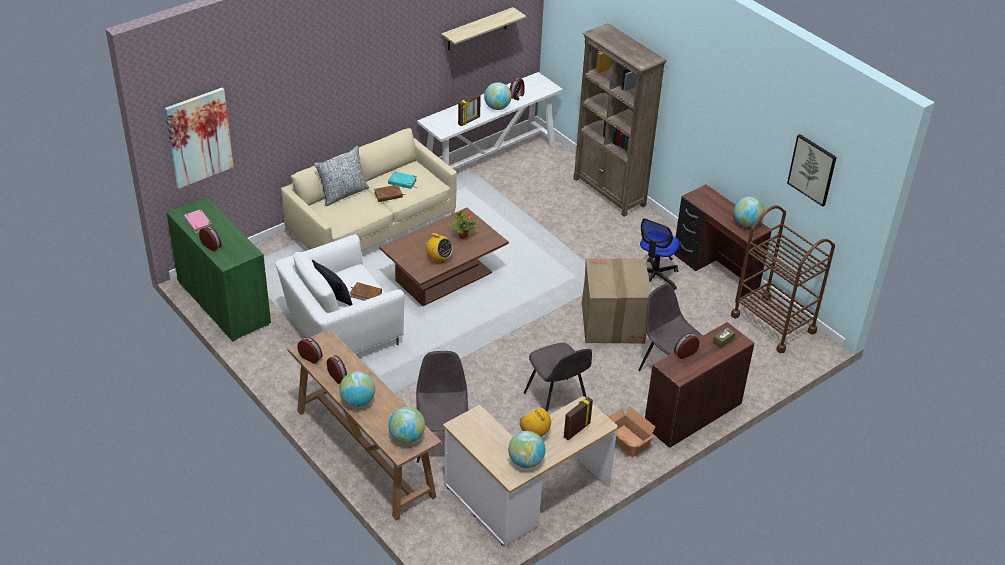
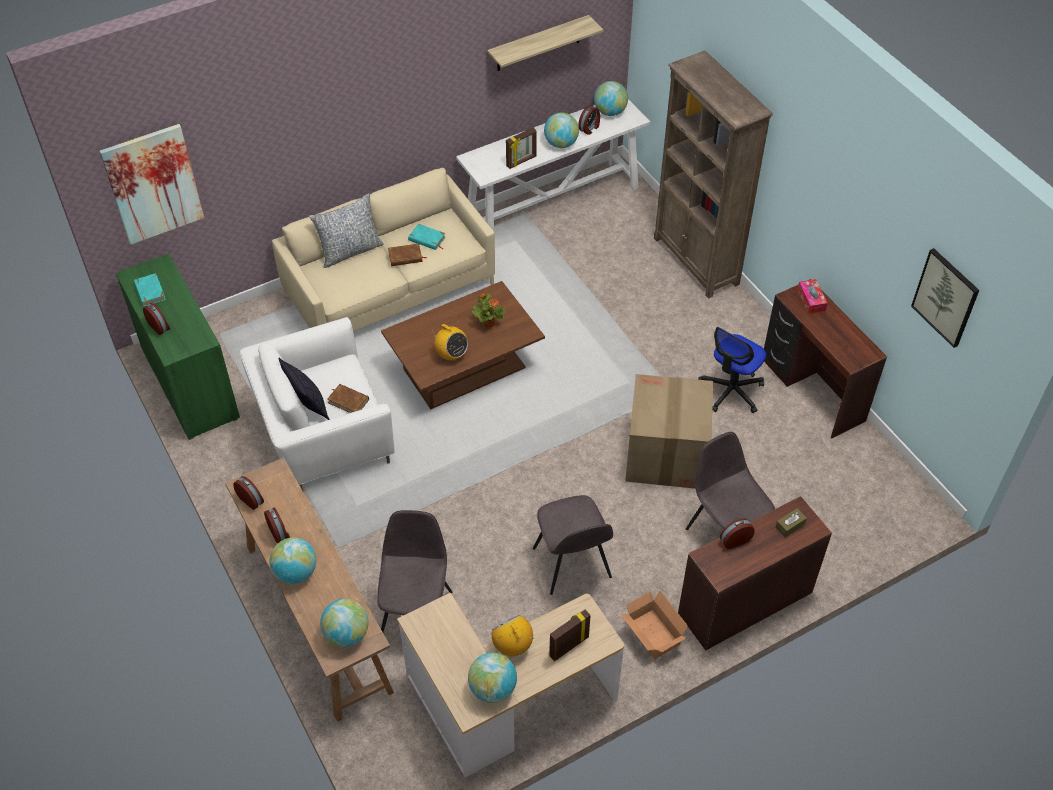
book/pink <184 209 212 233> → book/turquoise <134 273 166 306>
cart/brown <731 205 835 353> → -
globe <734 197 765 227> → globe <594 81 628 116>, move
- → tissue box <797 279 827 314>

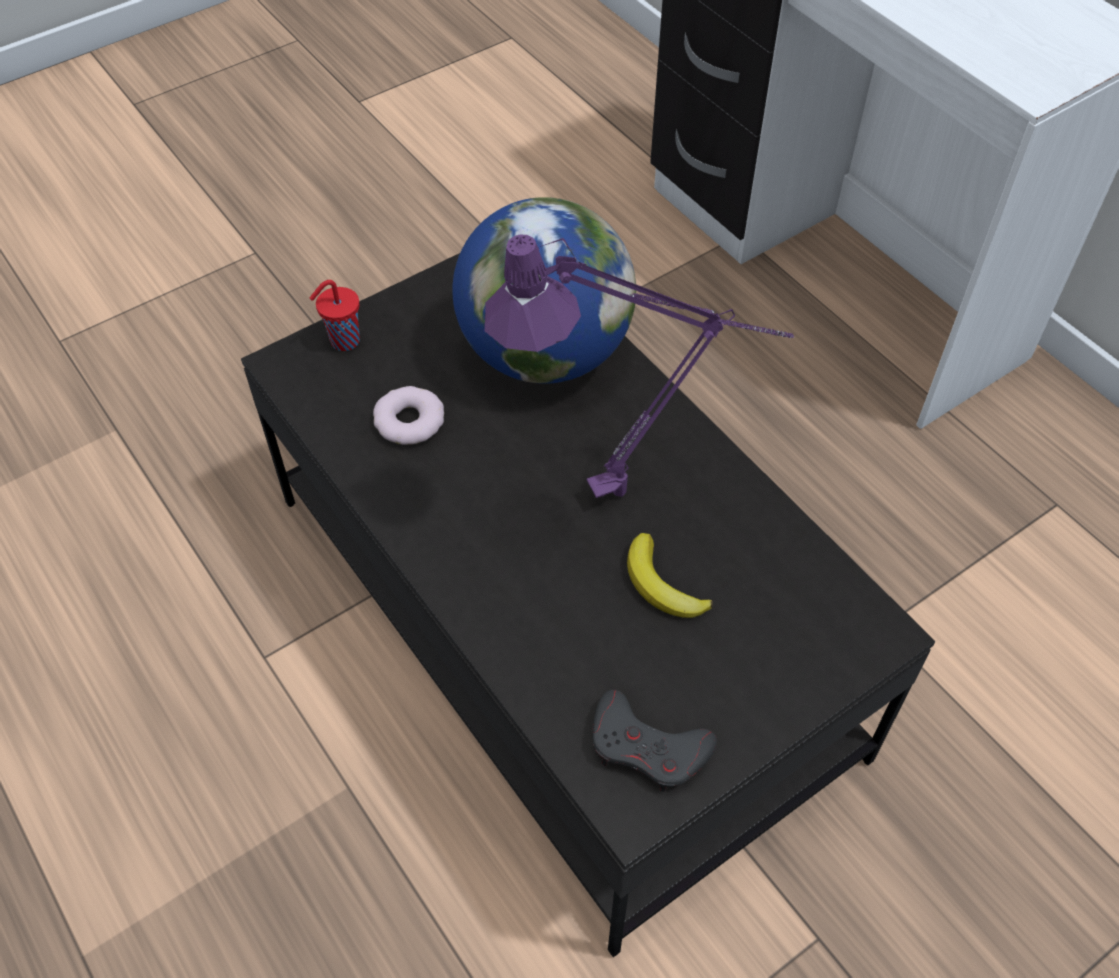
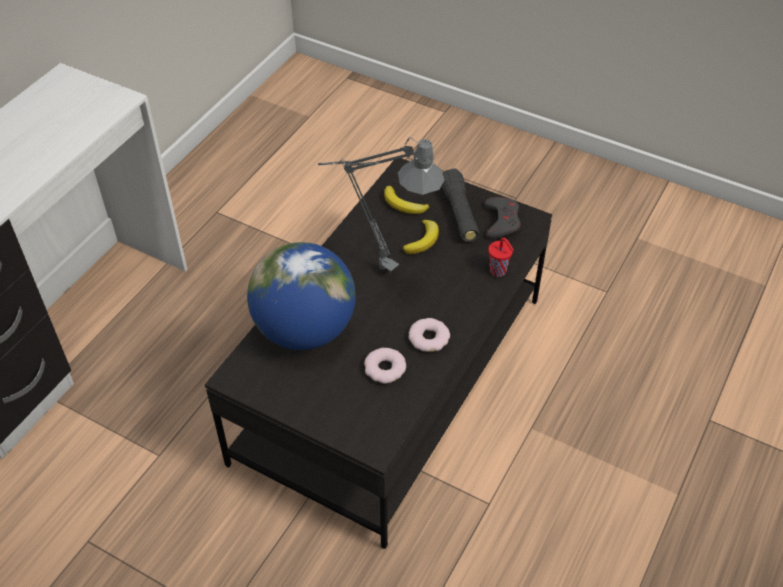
cup/red <310 280 360 351> → cup/red <488 238 514 277>, move
table lamp/purple <485 235 794 498> → table lamp/grey <318 137 445 272>
- → banana <384 186 429 214>
- → donut <409 318 450 352>
- → flashlight/black <442 168 479 242>

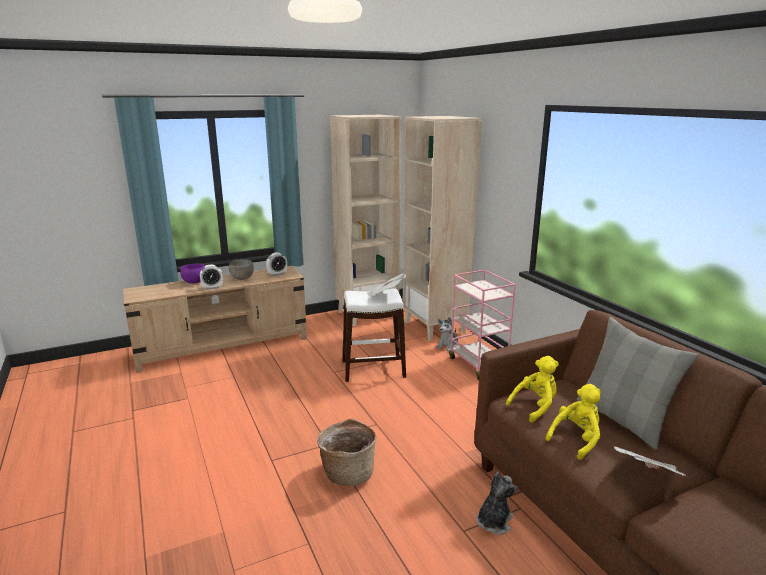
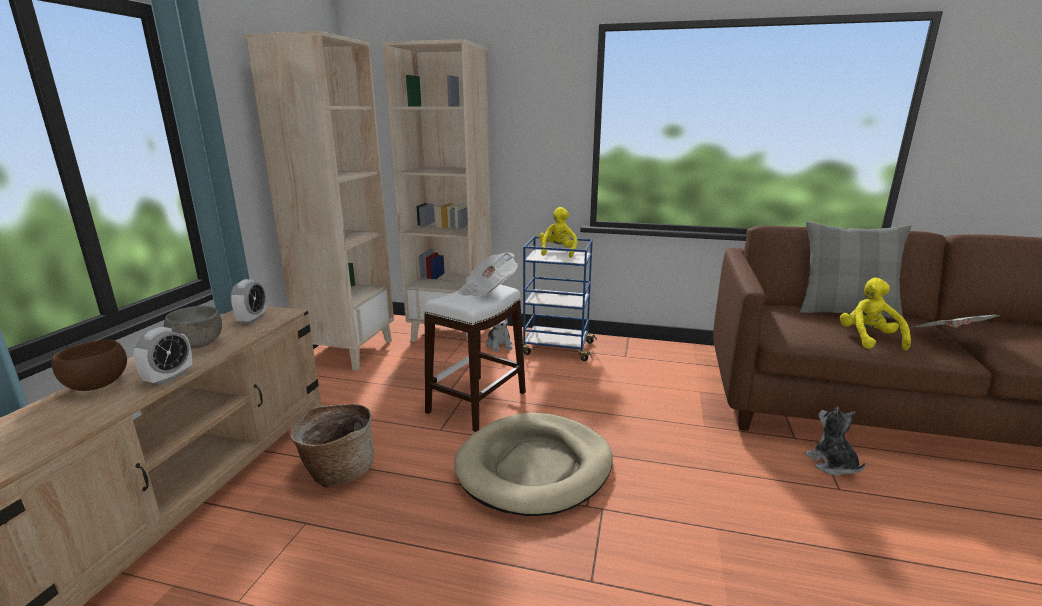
bowl/purple <180 264 205 284> → bowl/brown <51 340 127 391>
basket <317 419 376 486> → basket <290 404 374 488>, move
cart/pink <449 270 516 380> → cart/blue <523 236 597 361>
plush toy/yellow <506 356 559 423> → plush toy/yellow <539 207 577 258>, move
- → dog bed/beige <454 413 613 516>

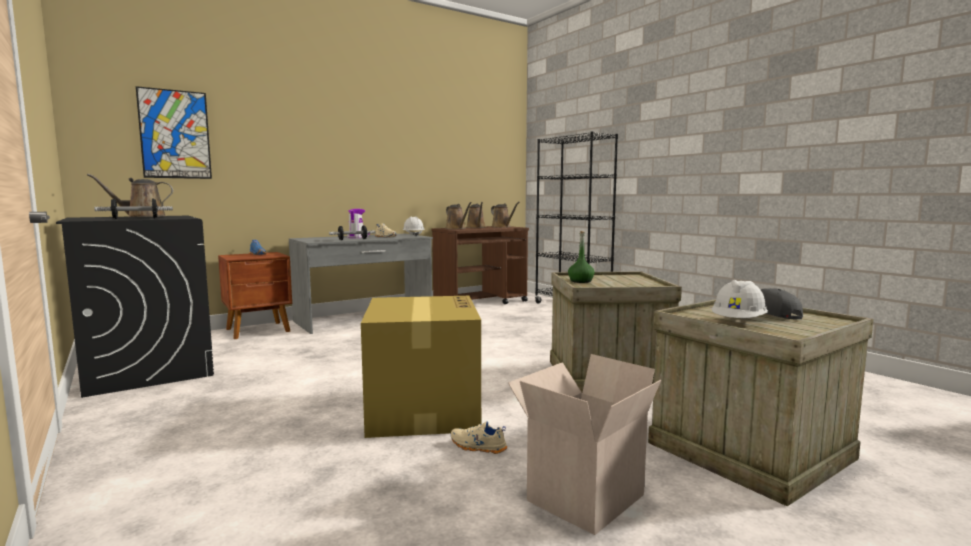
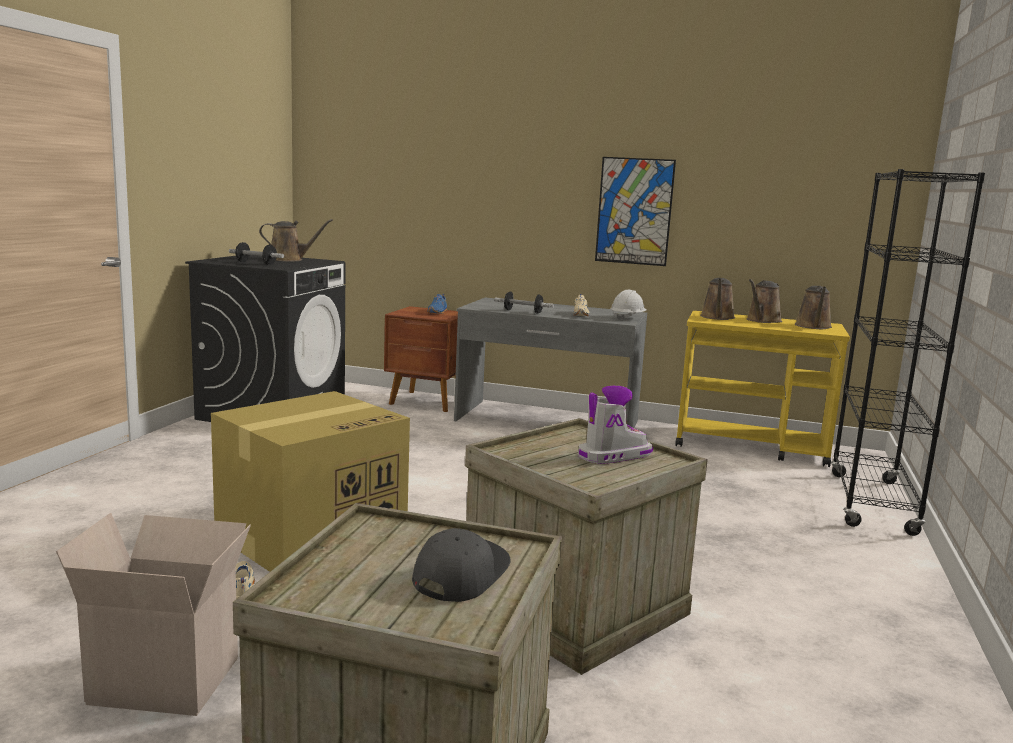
watering can/brown <87 174 173 217> → watering can/brown <259 219 333 261>, 150 degrees clockwise
picture <136 86 212 179> → picture <595 157 676 266>, move
boot <347 209 370 238> → boot <578 386 653 464>, move
cart/brown <432 226 529 304> → cart/yellow <675 311 850 467>
bottle/green <568 231 595 283> → -
hard hat/white <712 280 768 318> → -

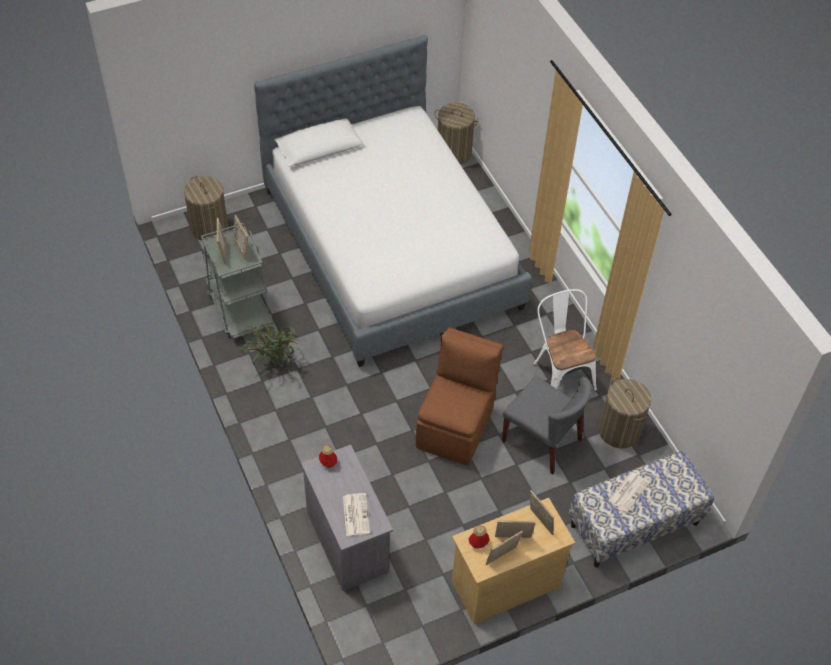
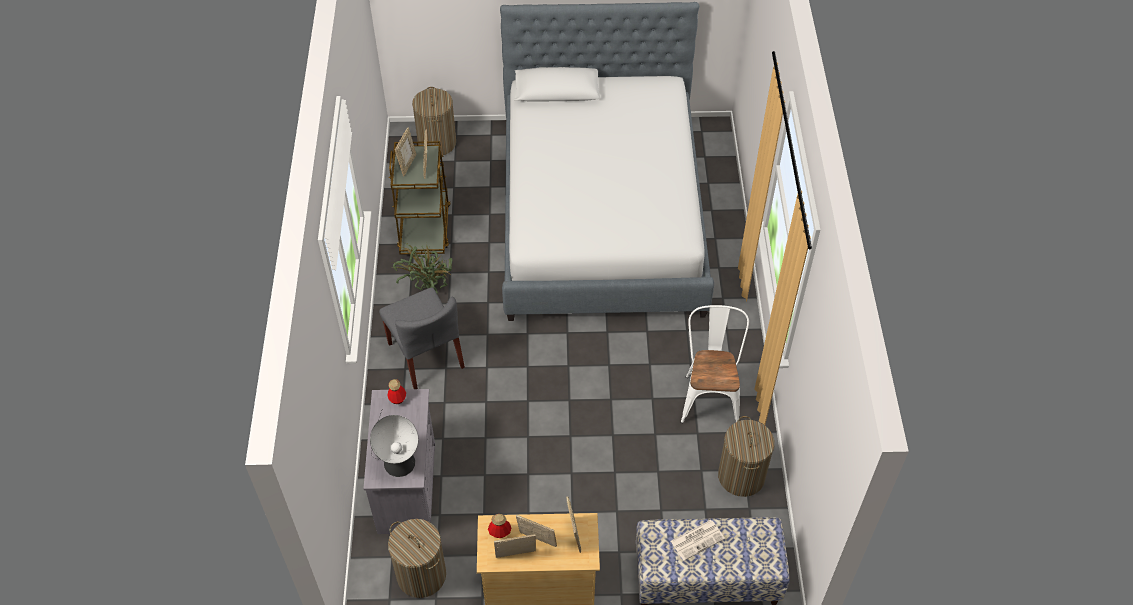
cart/grey <201 223 273 339> → cart/brown <389 141 451 255>
newspaper <343 493 370 536> → table lamp <370 408 418 477>
chair/brown <416 327 503 465> → -
laundry basket <434 103 478 165> → laundry basket <388 519 446 598>, move
chair/grey <502 376 592 474> → chair/grey <379 287 465 389>, move

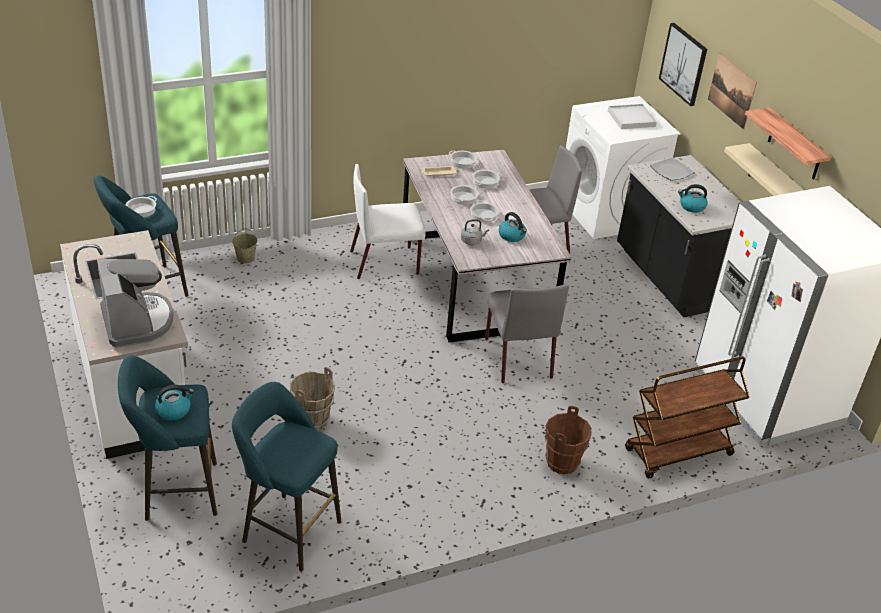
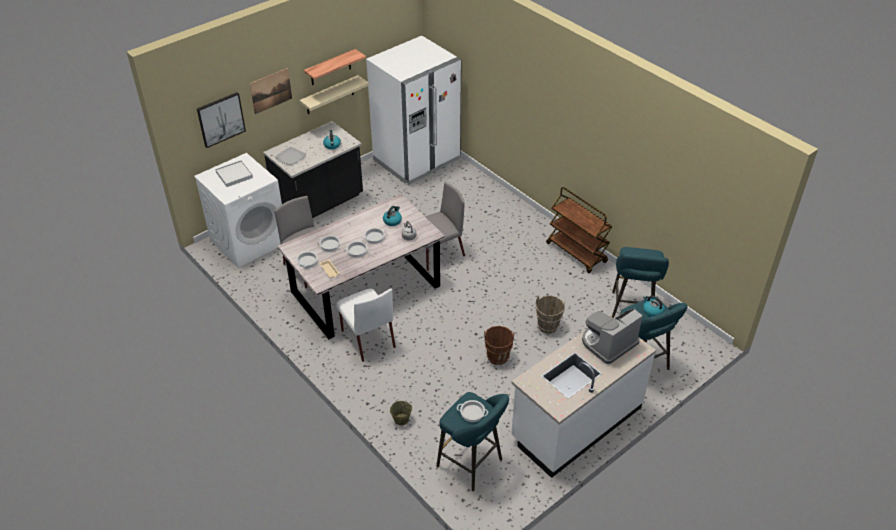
bucket/brown <544 406 592 474> → bucket/brown <484 326 514 365>, move
cart/brown <625 356 750 478> → cart/brown <546 187 612 273>, move

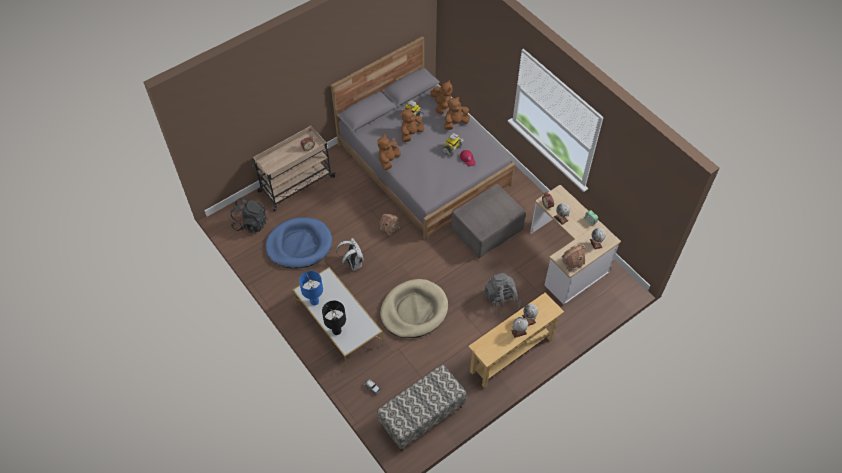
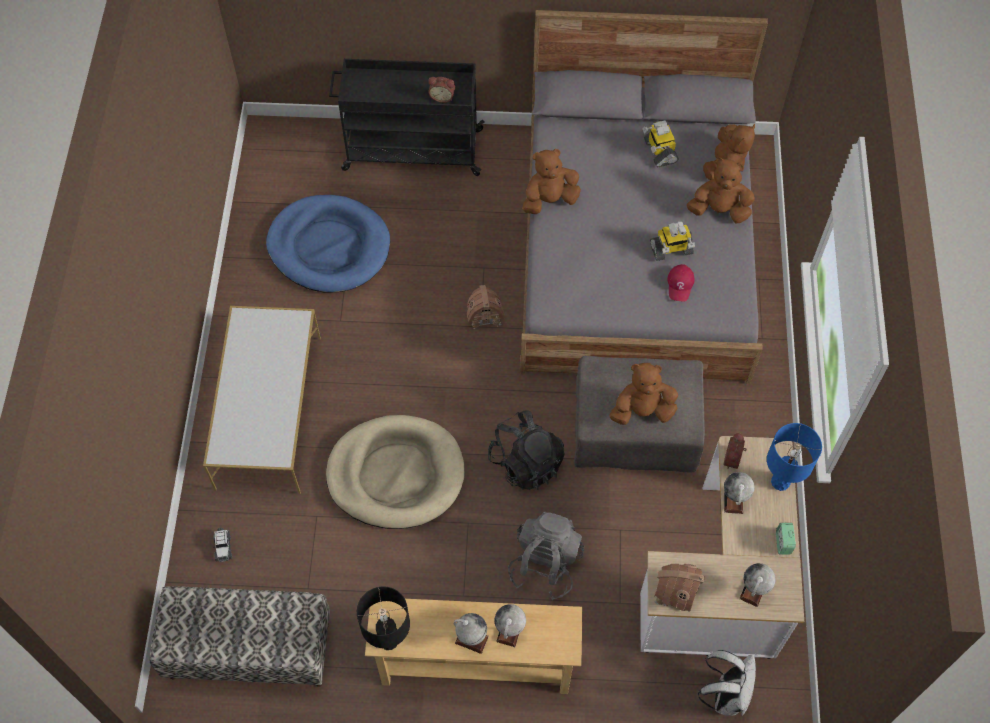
backpack/black <231 198 267 233> → backpack/black <488 410 565 490>, move
cart/beige <252 126 336 211> → cart/black <329 59 485 176>
table lamp/blue <299 271 323 305> → table lamp/blue <767 423 822 491>, move
table lamp/black <322 301 346 335> → table lamp/black <357 586 410 650>, move
backpack/white <336 238 364 271> → backpack/white <698 650 756 716>, move
plush toy/brown <401 107 424 142> → plush toy/brown <609 363 678 425>, move

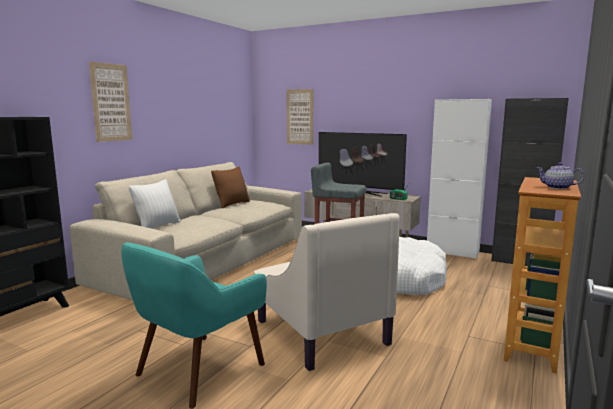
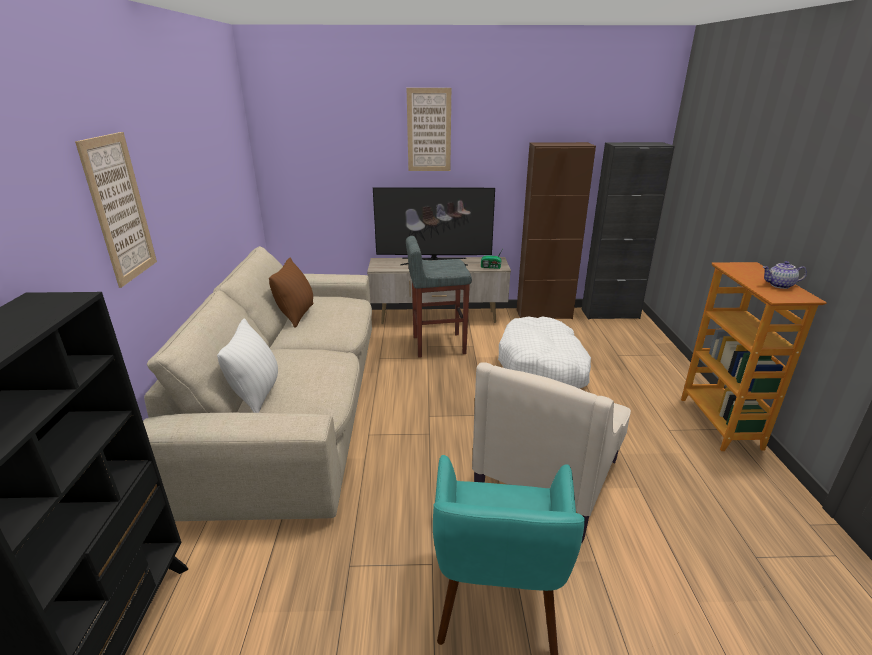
armchair/beige <254 213 400 371> → armchair/beige <472 362 631 543>, 90 degrees clockwise
picture <286 89 313 145> → picture <407 88 451 171>, move
cabinet/white <427 99 492 259> → cabinet/brown <517 142 596 319>

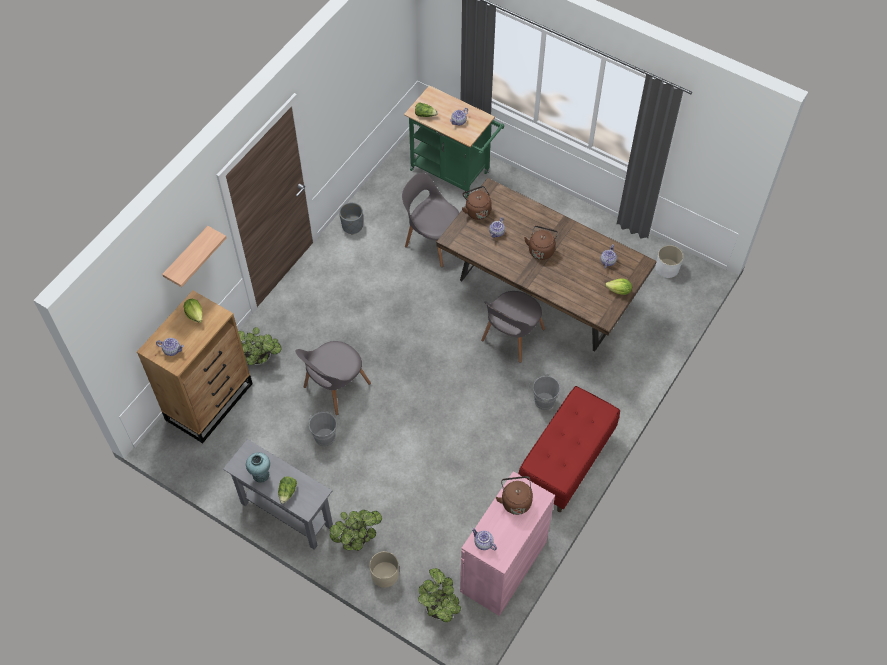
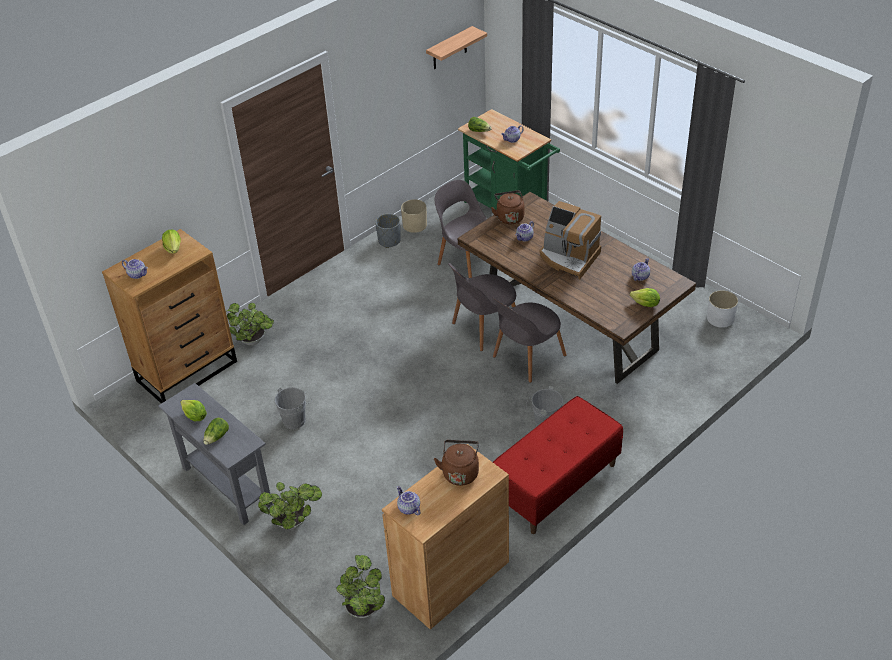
shelf <162 226 227 287> → shelf <426 26 487 69>, move
vase/turquoise <246 452 270 483> → lettuce <180 400 207 421>
chair/grey <296 341 371 415> → chair/grey <448 263 516 351>, move
planter/beige <369 551 399 588> → planter/beige <401 199 427 233>, move
cabinet/pink <460 471 555 616> → cabinet/brown <382 444 509 630>
kettle/brown <524 226 558 260> → coffee machine <539 201 601 279>

